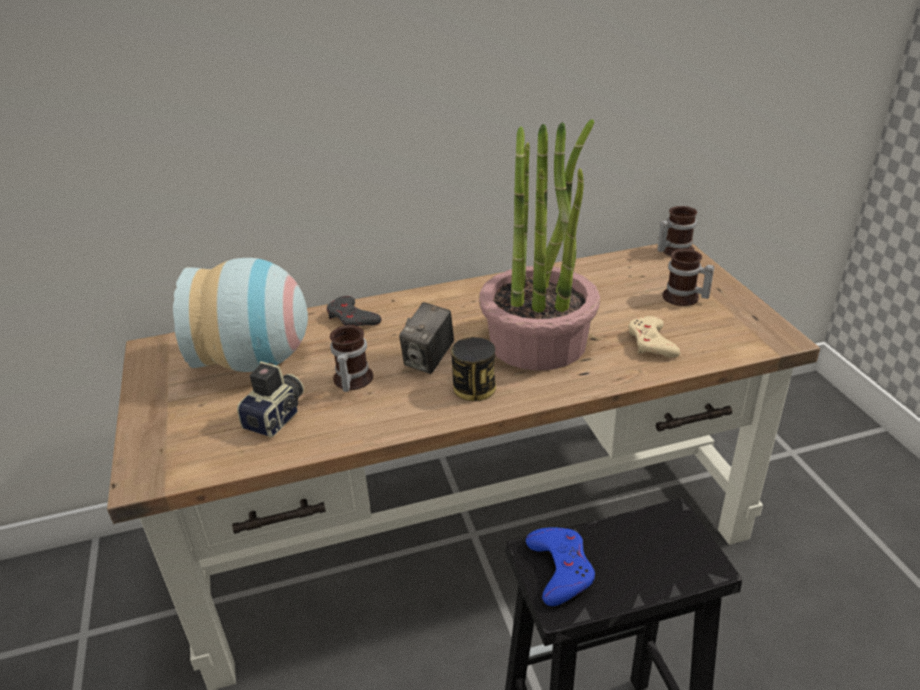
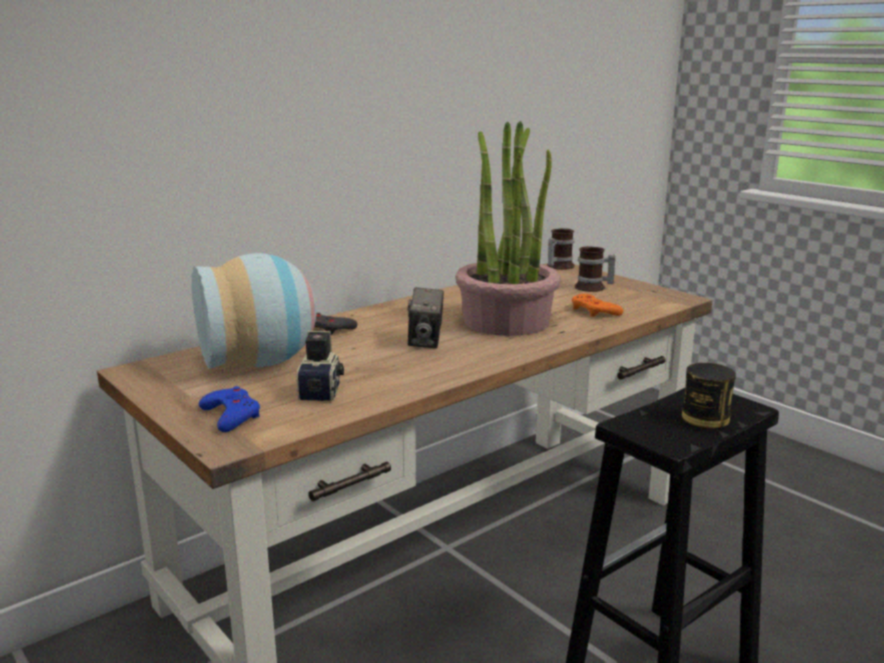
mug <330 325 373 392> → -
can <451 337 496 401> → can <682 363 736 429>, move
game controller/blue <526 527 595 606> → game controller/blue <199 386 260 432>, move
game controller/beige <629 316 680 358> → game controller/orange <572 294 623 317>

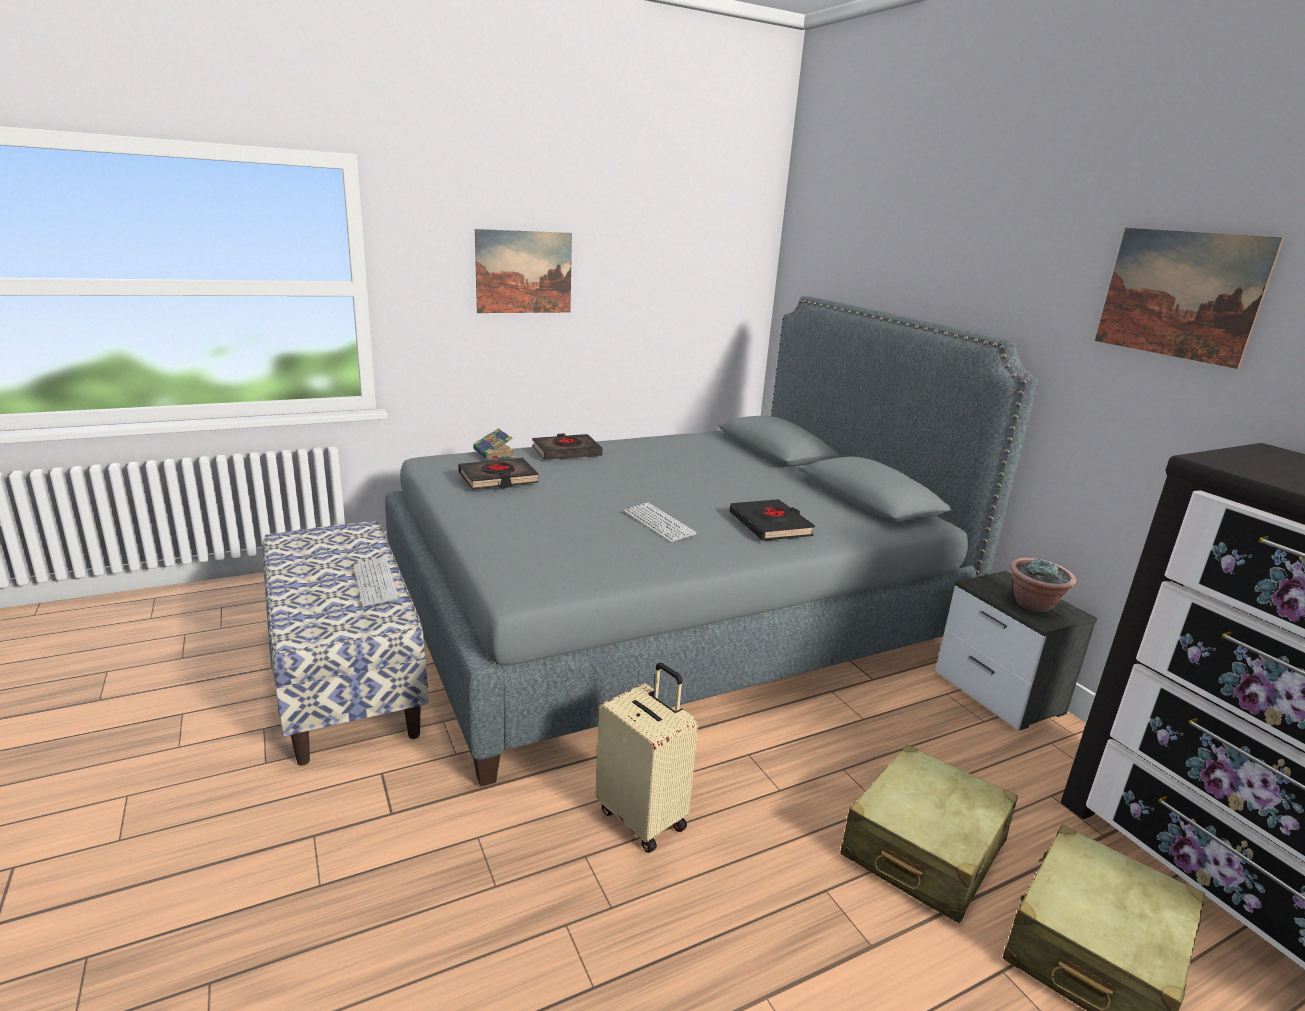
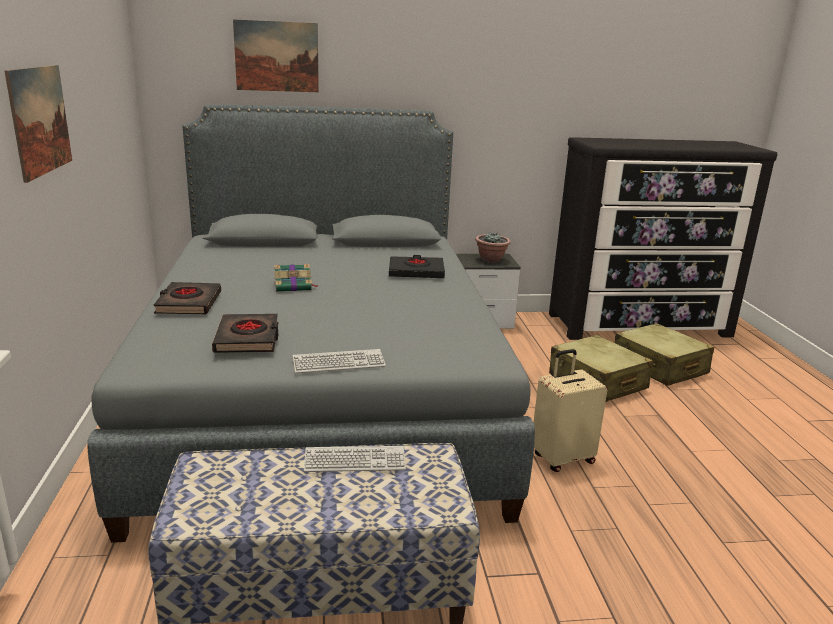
book <473 428 516 460> → book <274 264 318 292>, move
keyboard <624 502 697 542> → keyboard <292 349 386 373>, move
picture <1095 228 1284 369> → picture <233 19 319 92>, move

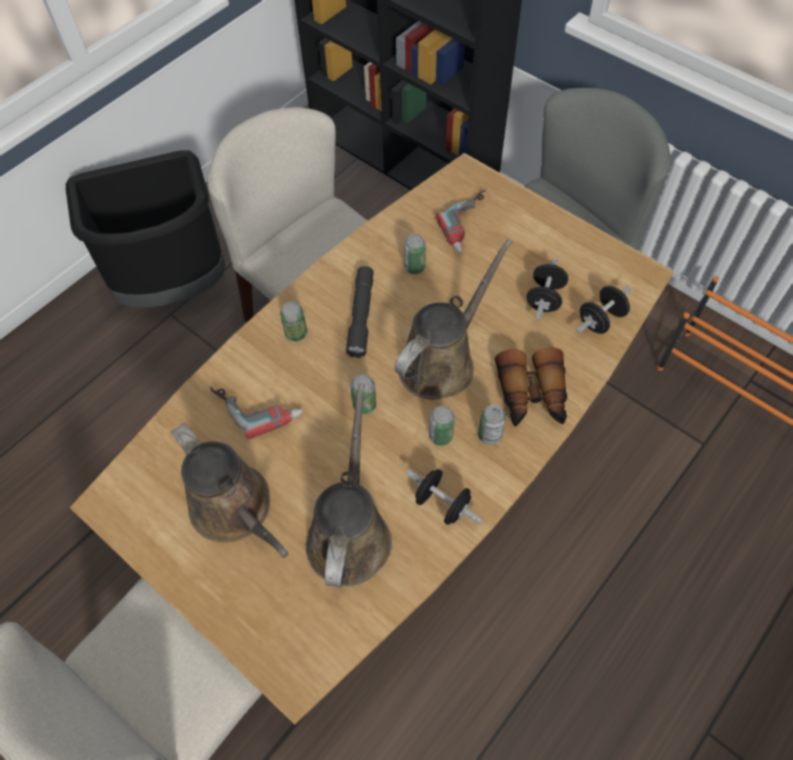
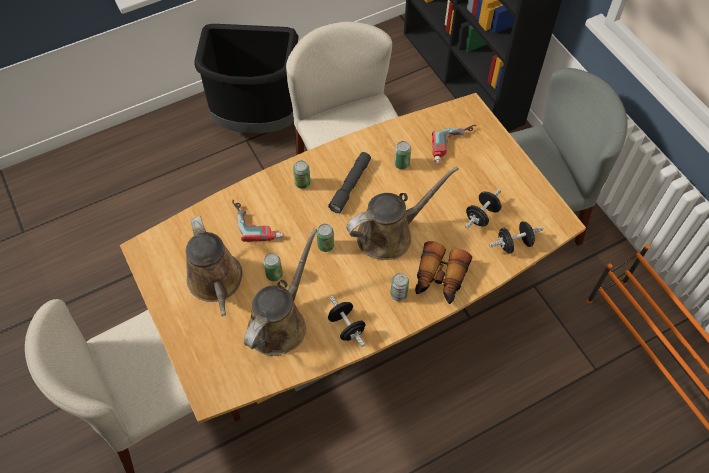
can <429 406 455 446> → can <263 253 283 281>, move

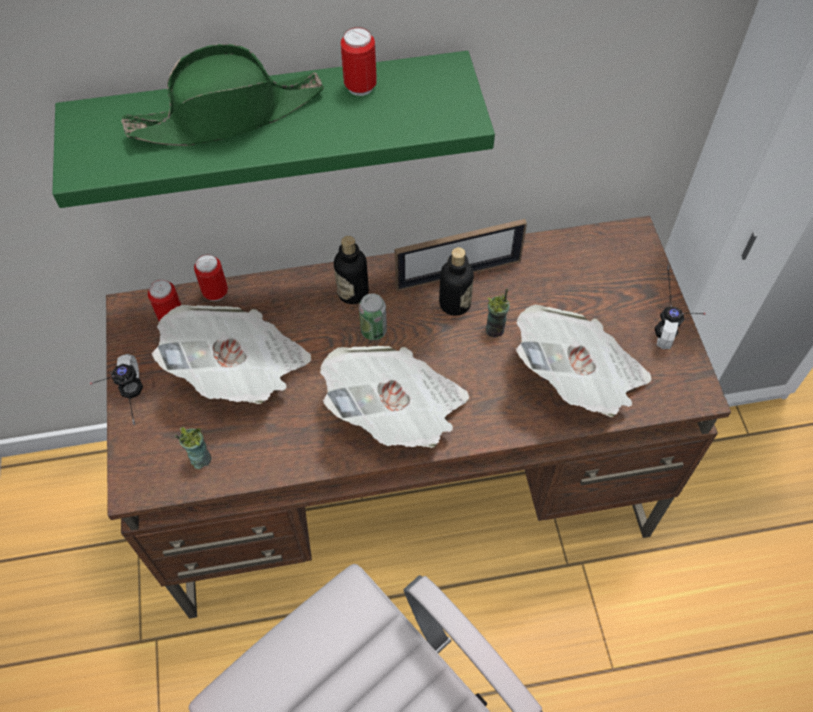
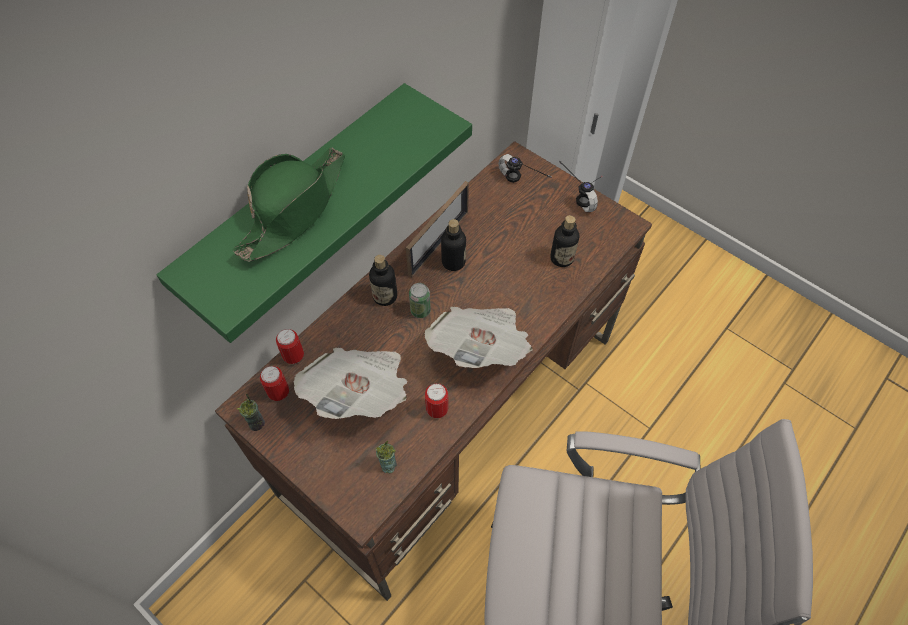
headphones <90 354 143 426> → headphones <498 154 552 183>, move
can <341 27 377 96> → can <425 383 448 418>, move
cup <486 288 510 338> → cup <237 394 265 431>, move
newspaper <516 304 652 417> → bottle <550 215 579 267>

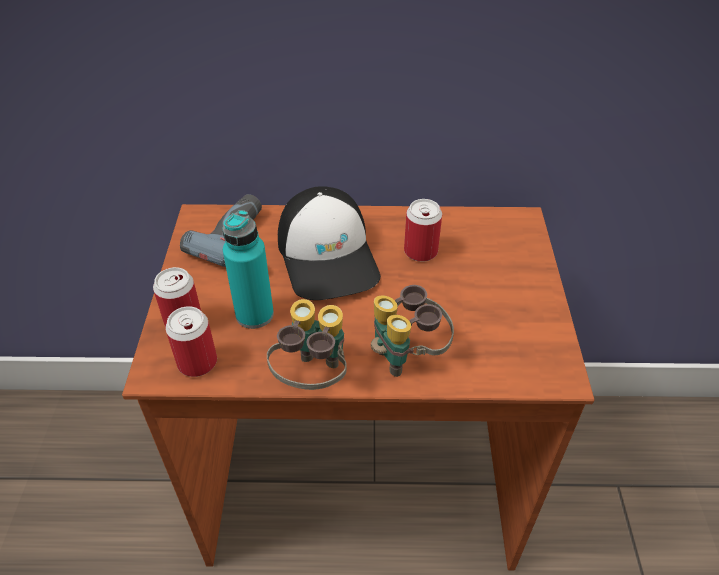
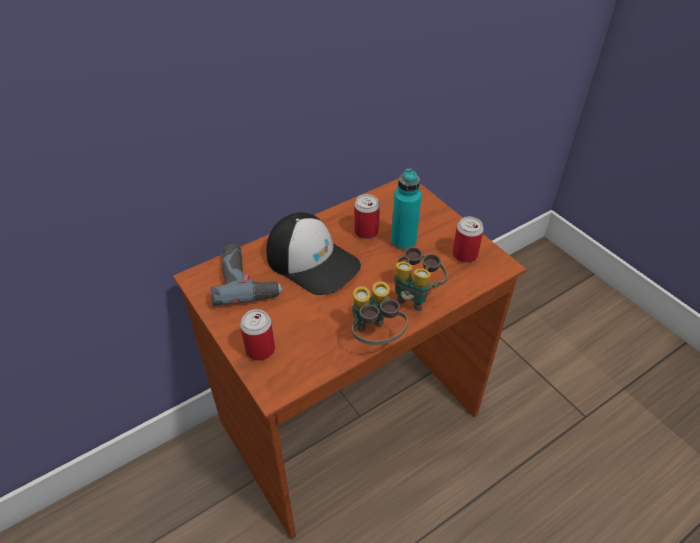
can <165 306 217 377> → can <452 217 484 263>, move
bottle/turquoise <222 210 274 329> → bottle/turquoise <391 169 421 250>, move

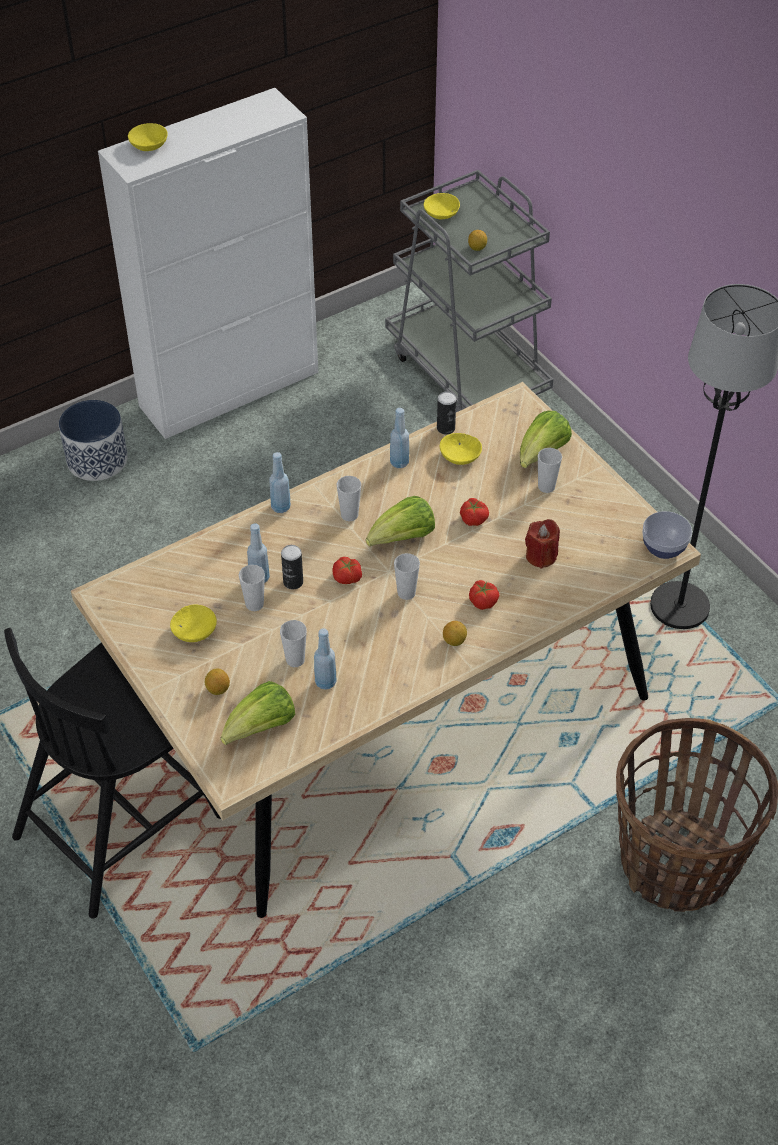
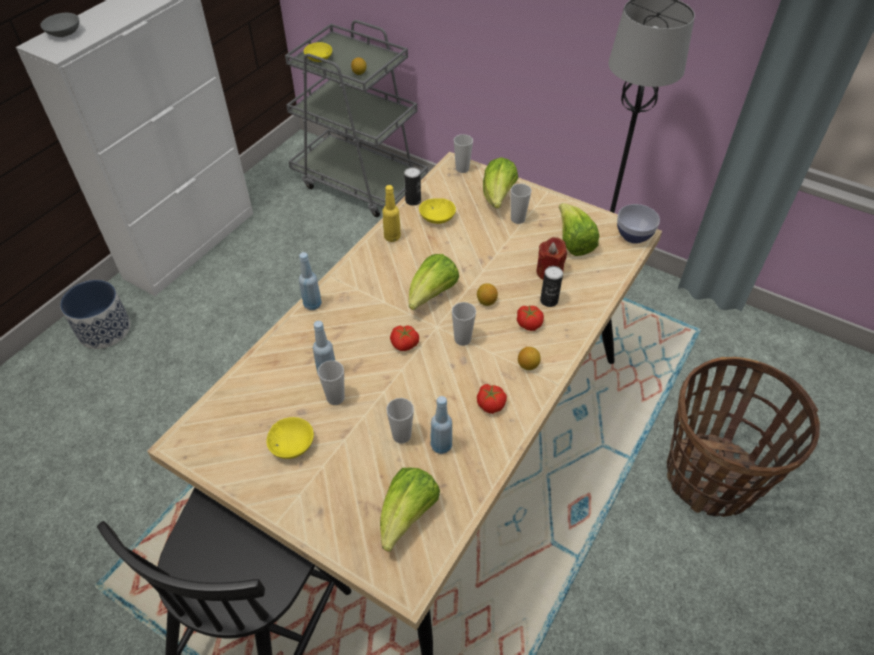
bowl/yellow <128 123 167 151> → bowl/grey <40 13 79 37>
lemon <205 668 230 695> → lemon <477 283 498 306>, move
can <281 545 303 590> → can <540 266 563 307>, move
cup <337 476 361 521> → cup <454 134 473 173>, move
bottle/blue <390 408 409 468> → bottle/yellow <382 185 401 242>
tomato <460 498 489 526> → tomato <477 384 507 414>, move
- → lettuce <559 203 600 256>

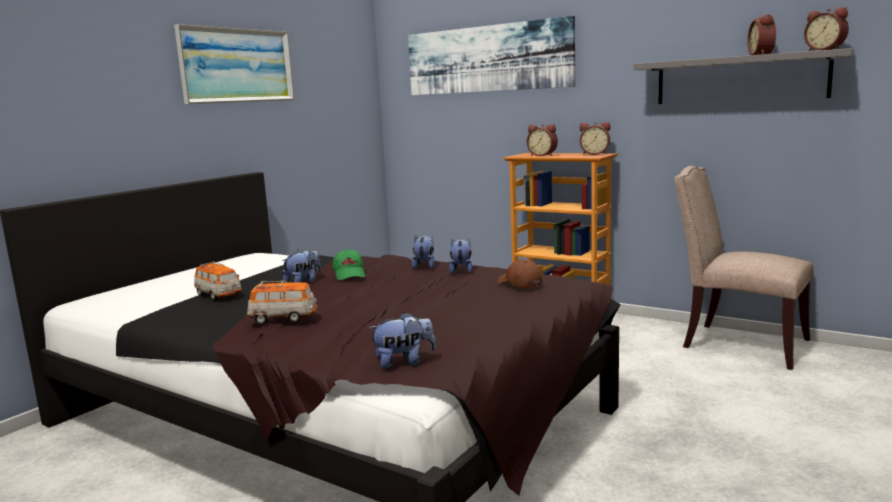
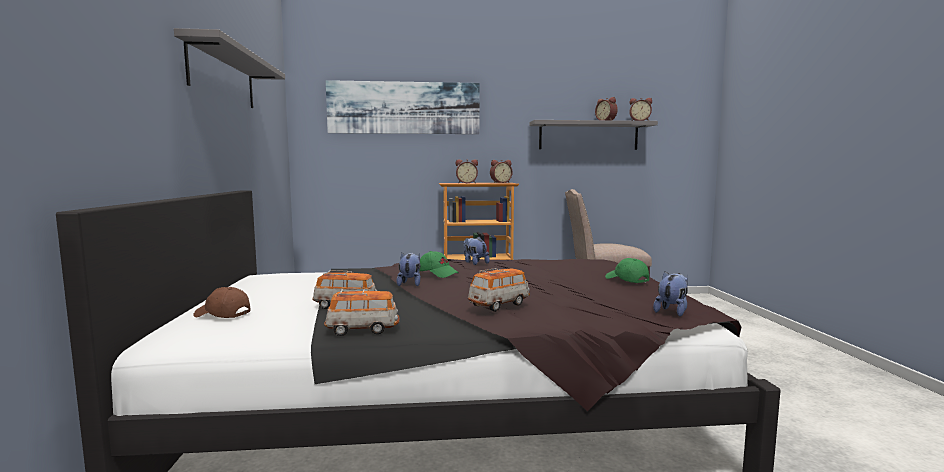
picture <174 24 294 104> → shelf/grey <174 28 285 108>
plush toy <449 239 473 274> → -
cap/brown <498 259 543 288> → cap/brown <193 287 250 318>, move
- → toy car <324 289 400 336>
- → cap/green <605 258 649 283>

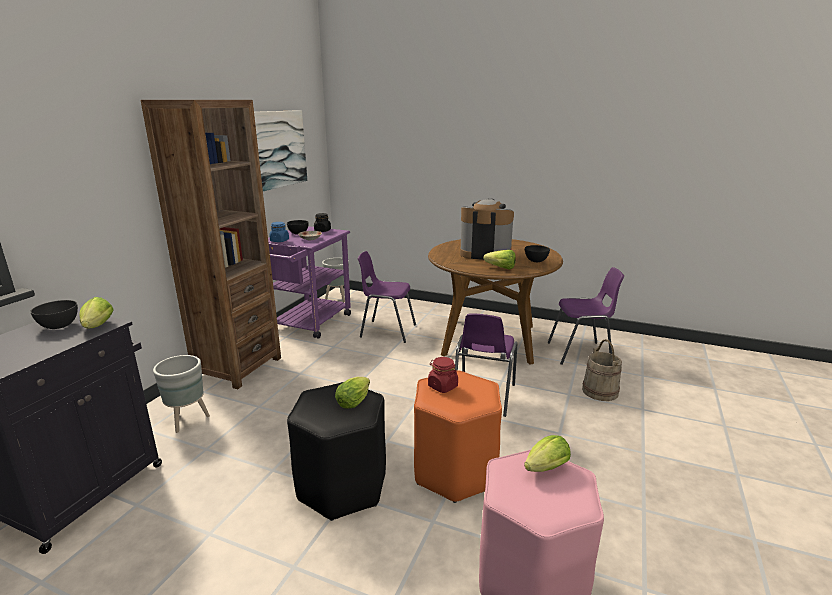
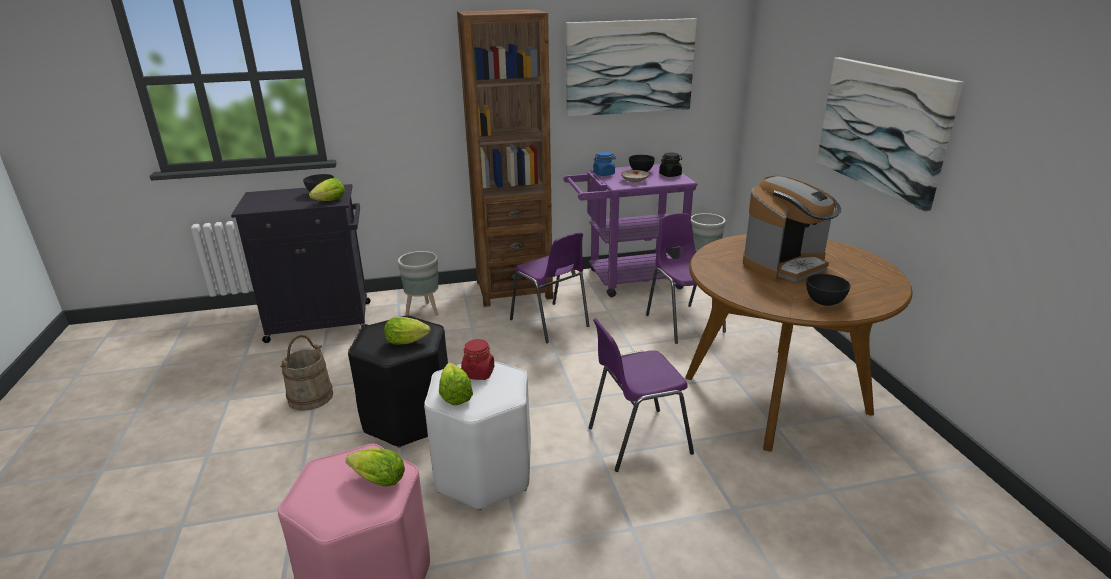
stool/orange <414 370 502 503> → stool/white <424 361 531 510>
coffee machine <460 199 514 260> → coffee machine <743 176 841 282>, 75 degrees clockwise
lettuce <483 250 516 270> → lettuce <439 362 473 405>, move
chair/purple <548 267 624 365> → chair/purple <510 232 589 343>, move
bucket/beige <582 339 622 401> → bucket/beige <280 335 333 411>, move
- → picture <817 57 964 211>

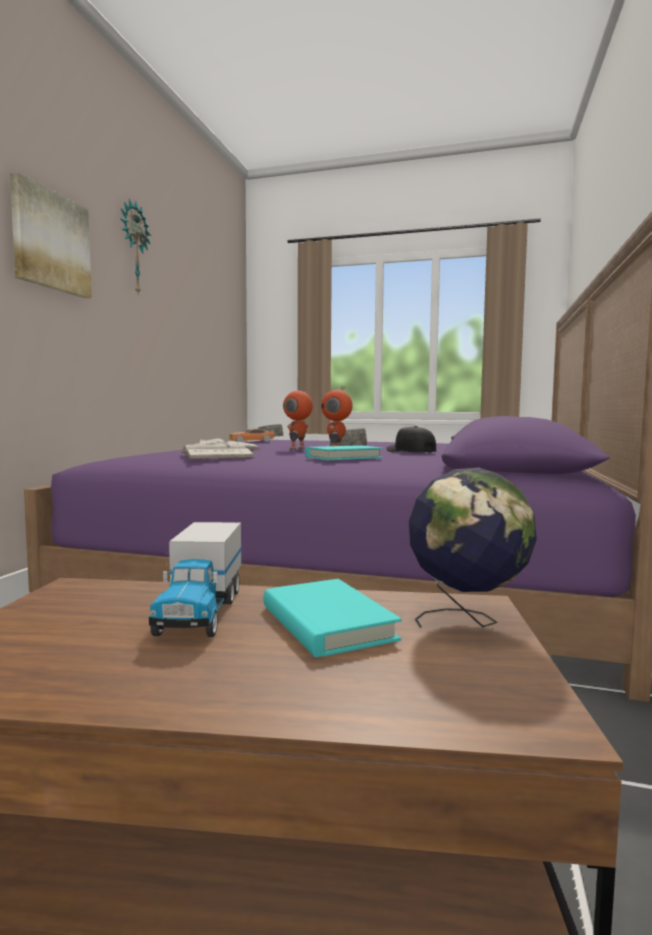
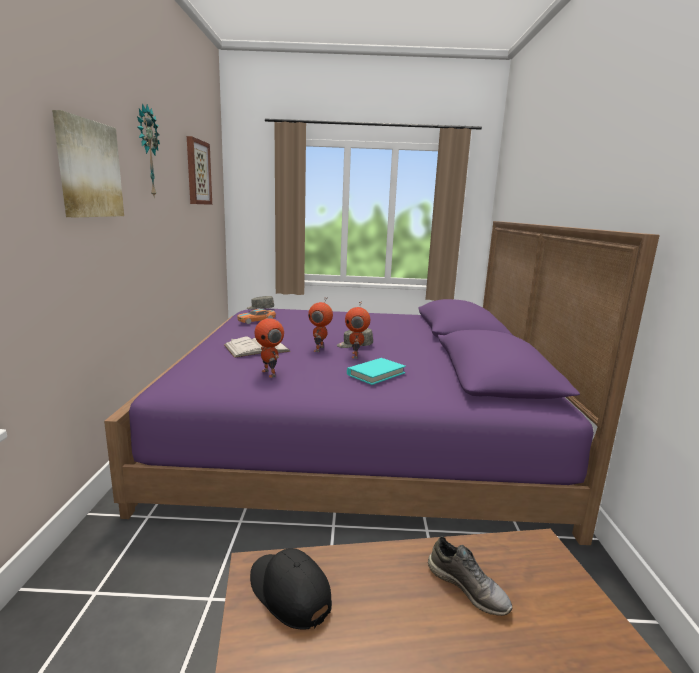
toy truck <149 522 241 637> → -
book/white <182 443 255 459> → toy robot <254 311 284 378>
book/turquoise <263 579 402 657> → shoe/grey <428 536 512 616>
cap/black <386 426 436 453> → cap/black <250 548 332 630>, move
globe <409 468 537 628> → -
- → picture <187 136 212 205>

